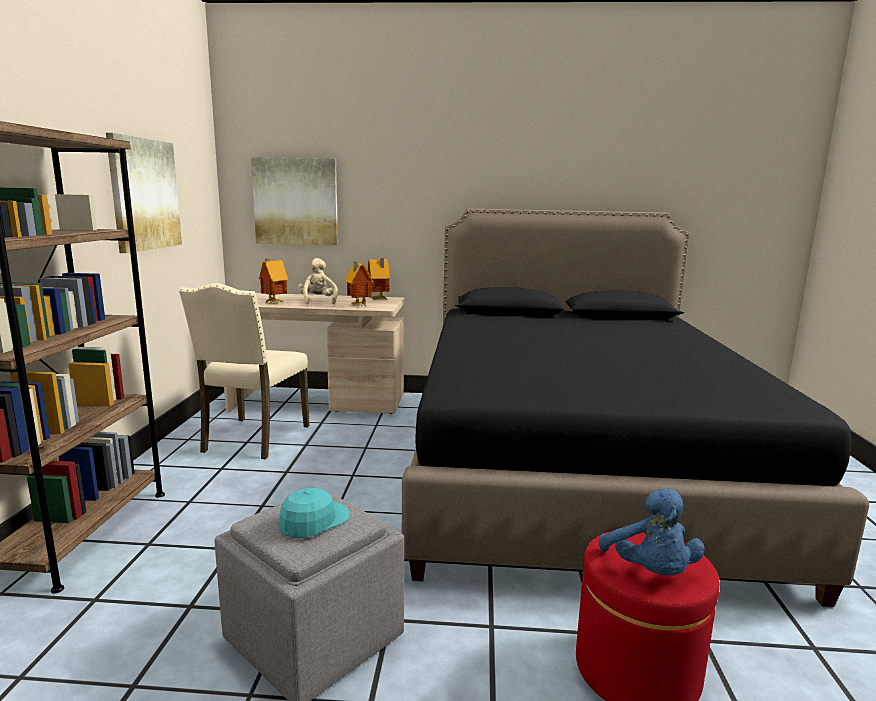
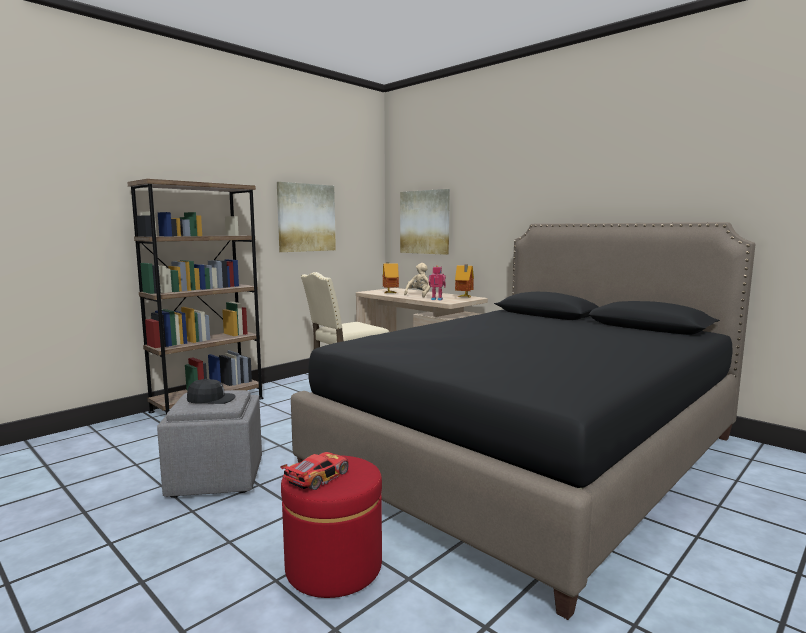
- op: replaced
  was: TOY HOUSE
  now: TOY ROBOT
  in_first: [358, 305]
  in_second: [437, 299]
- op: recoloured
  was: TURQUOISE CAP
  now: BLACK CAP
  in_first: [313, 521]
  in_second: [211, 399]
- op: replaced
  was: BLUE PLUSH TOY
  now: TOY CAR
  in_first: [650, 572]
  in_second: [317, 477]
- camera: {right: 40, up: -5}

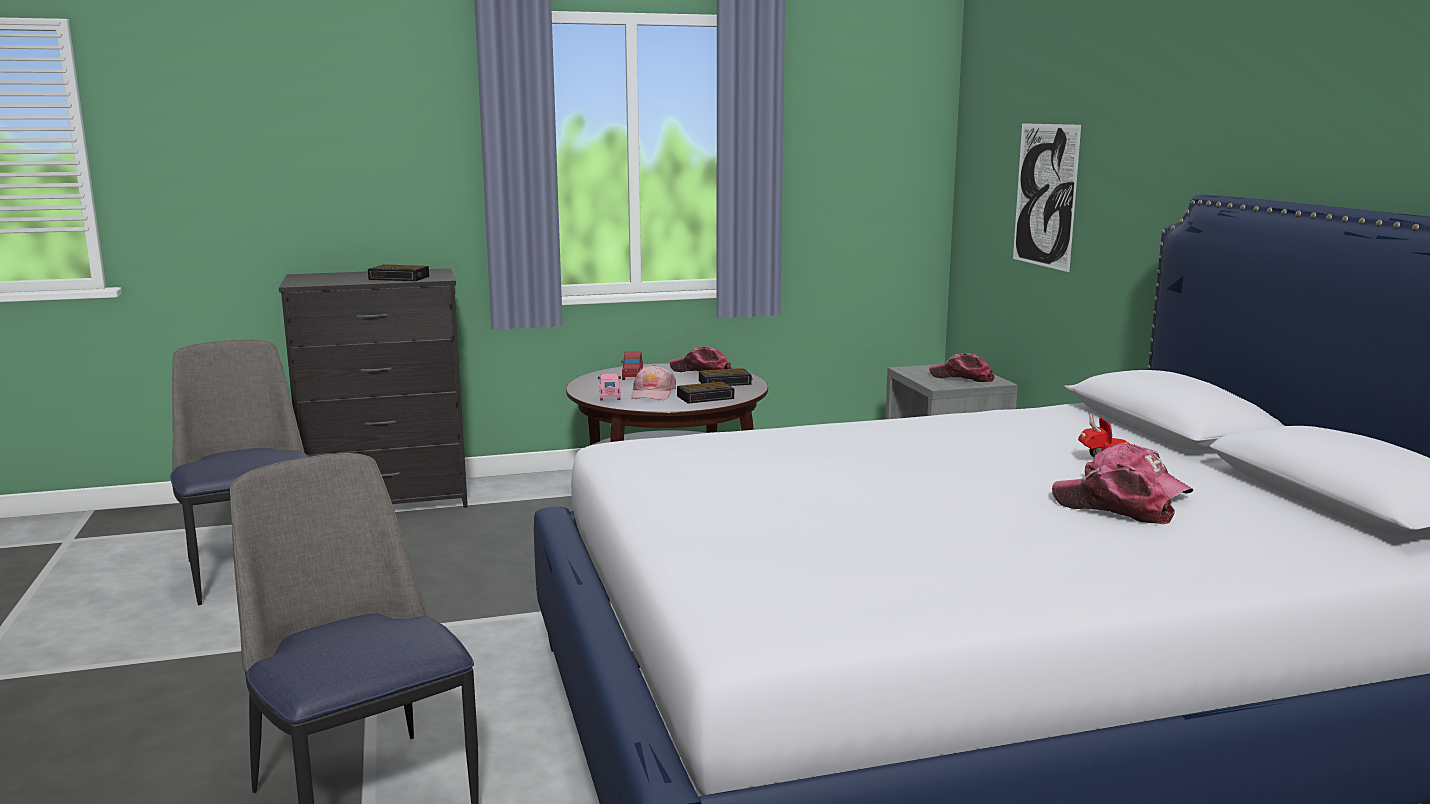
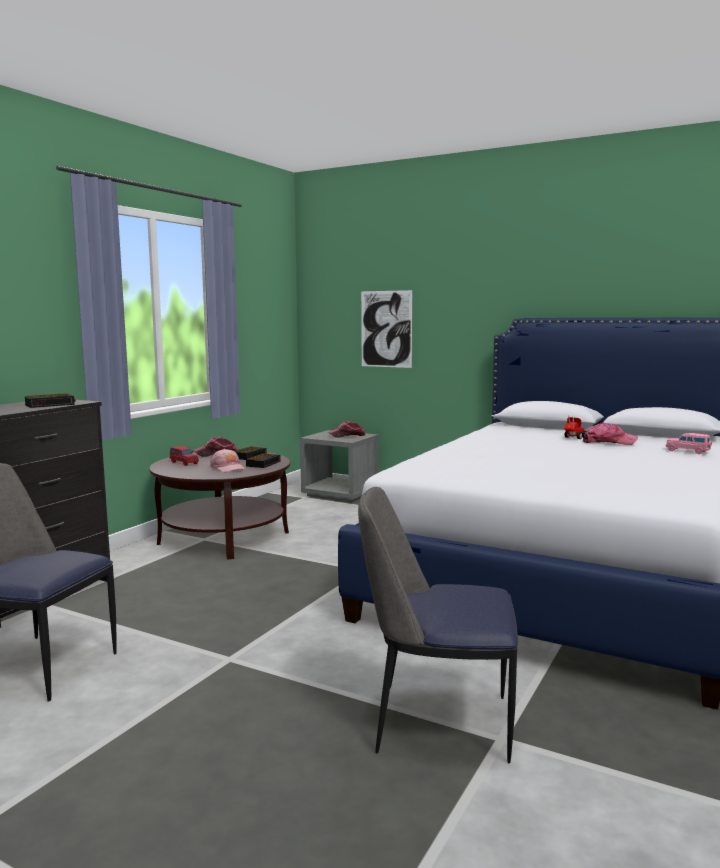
- op: moved
  was: PINK TOY CAR
  in_first: [609, 396]
  in_second: [688, 451]
- op: removed
  was: CAP
  in_first: [1112, 508]
- camera: {right: -45, up: -5}

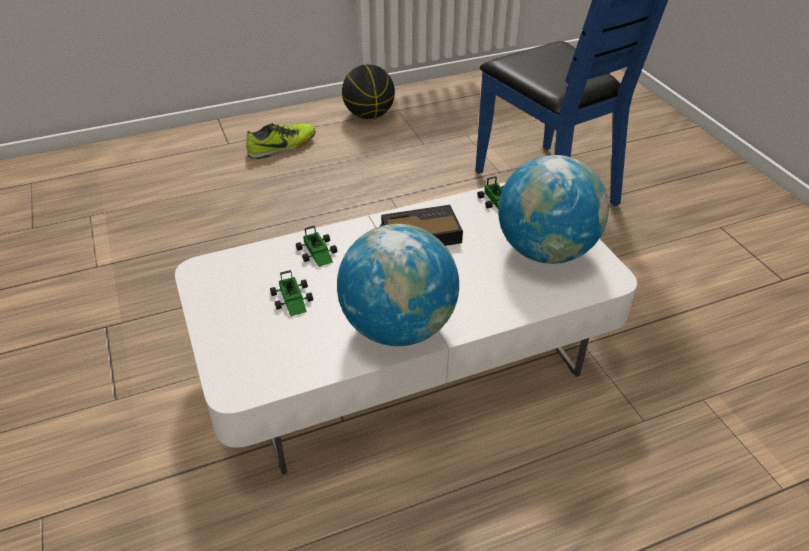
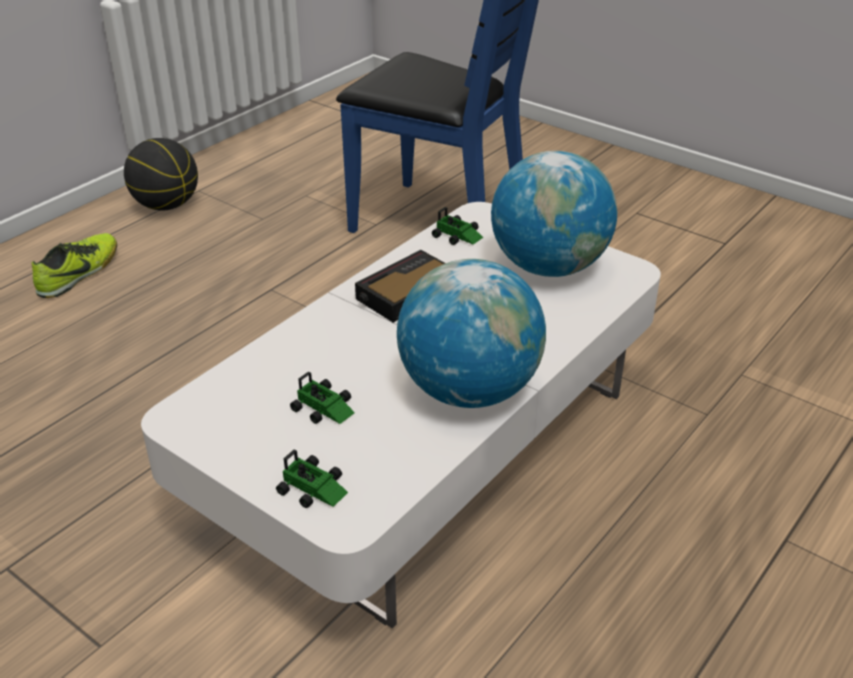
- op: moved
  was: TOY CAR
  in_first: [318, 253]
  in_second: [315, 488]
- camera: {right: -30, up: -5}

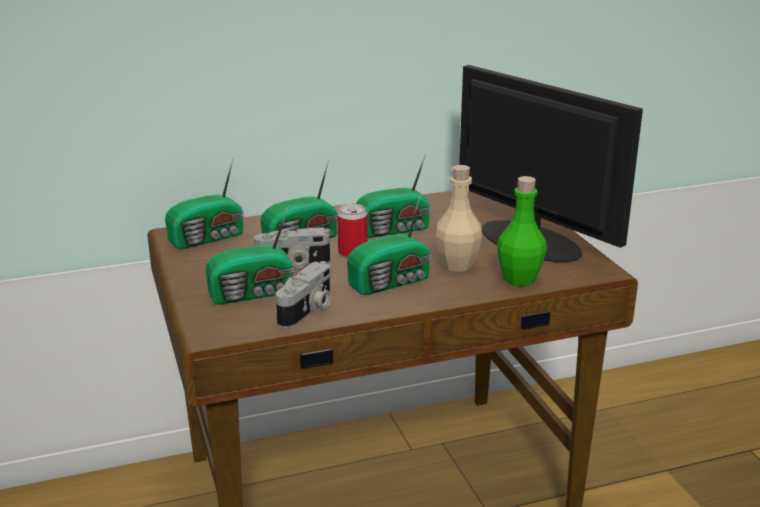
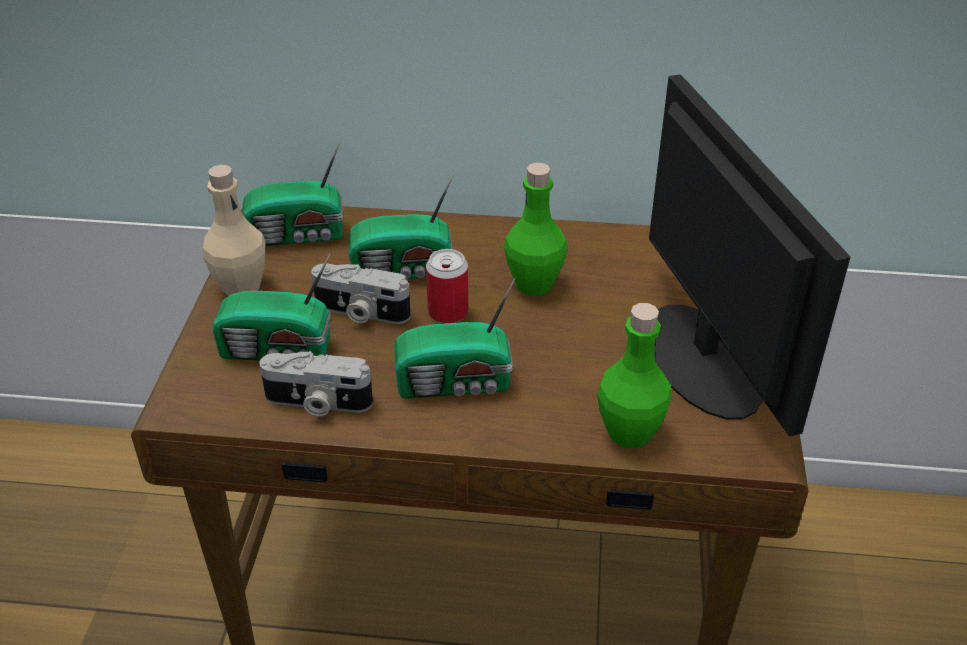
- op: replaced
  was: RADIO
  now: GREEN BOTTLE
  in_first: [395, 230]
  in_second: [534, 284]
- op: moved
  was: BEIGE BOTTLE
  in_first: [457, 265]
  in_second: [241, 286]
- op: turned
  was: PHOTO CAMERA
  in_first: [308, 311]
  in_second: [317, 403]
  clockwise: 45
- camera: {right: 25, up: 15}

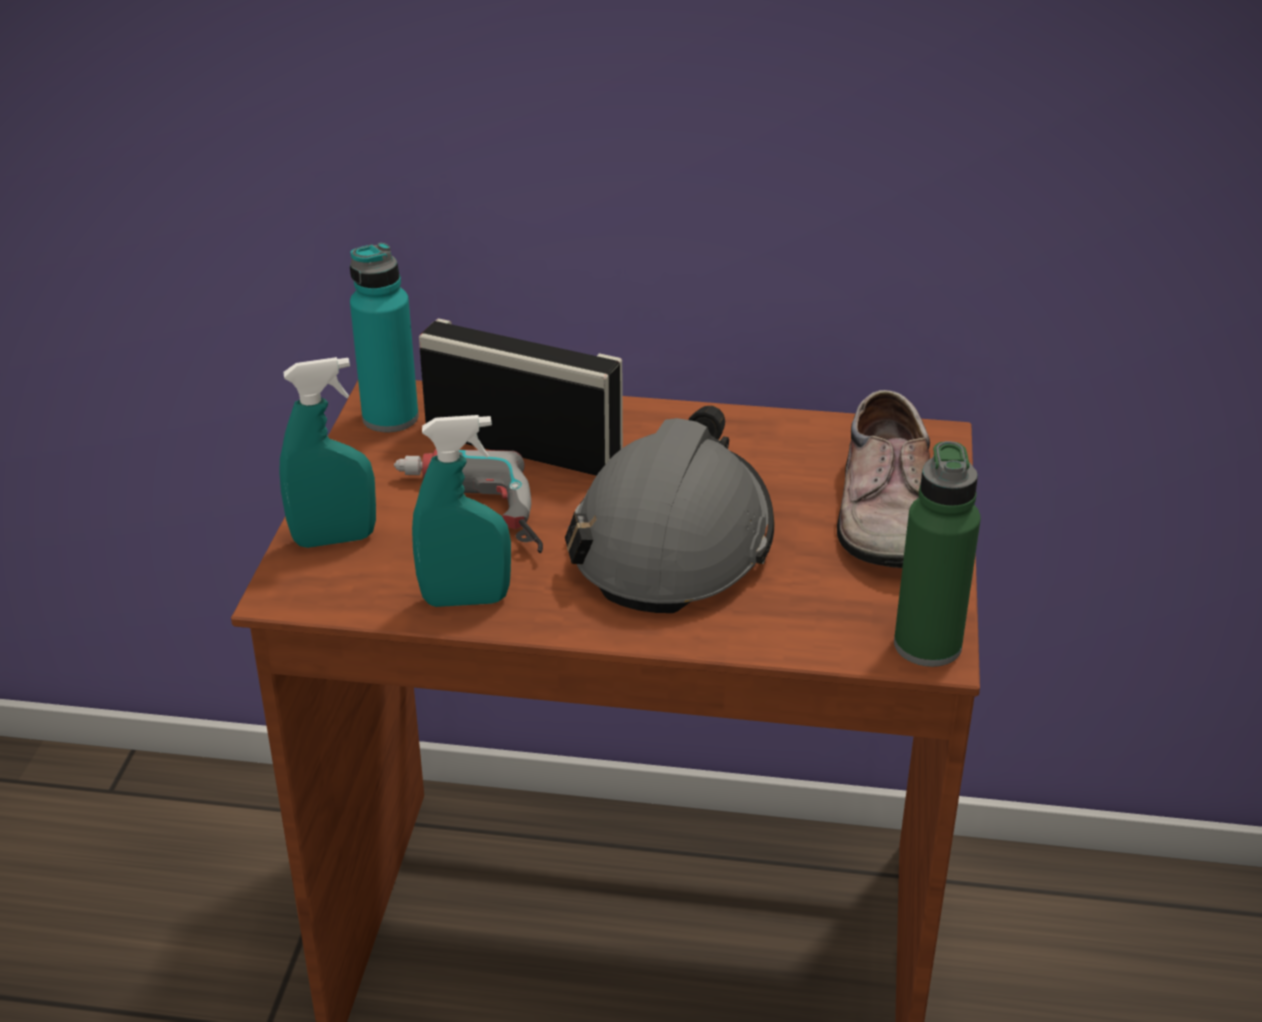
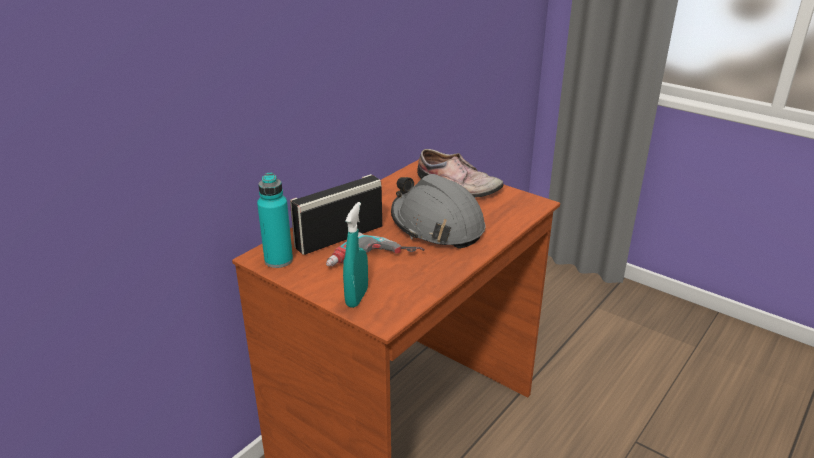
- op: removed
  was: TURQUOISE SPRAY BOTTLE
  in_first: [465, 600]
- op: removed
  was: GREEN BOTTLE
  in_first: [927, 645]
- camera: {right: -60, up: -5}

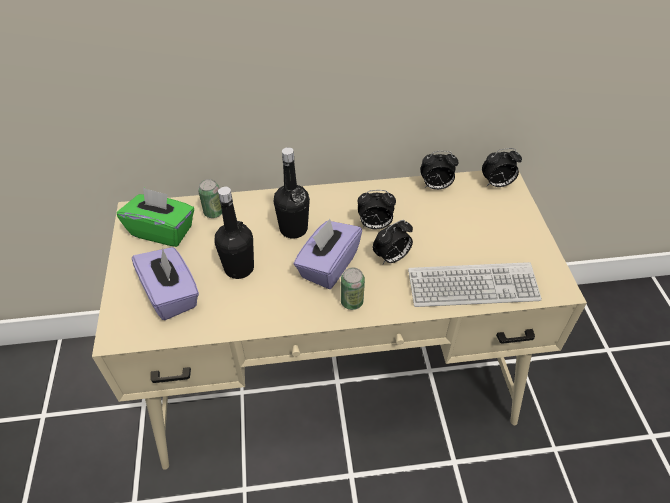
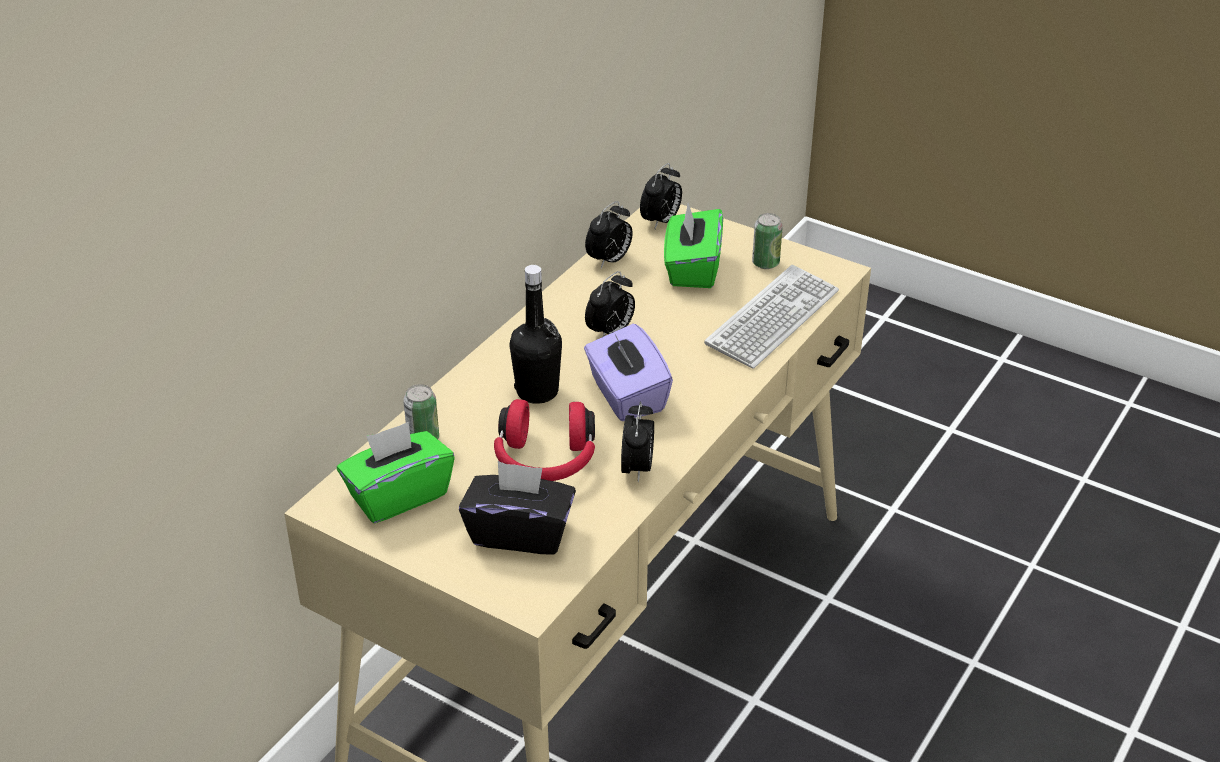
- op: replaced
  was: BLACK BOTTLE
  now: RED HEADPHONES
  in_first: [239, 268]
  in_second: [545, 461]
- op: moved
  was: ALARM CLOCK
  in_first: [391, 258]
  in_second: [637, 469]
- op: recoloured
  was: PURPLE TISSUE BOX
  now: BLACK TISSUE BOX
  in_first: [171, 295]
  in_second: [520, 533]
- op: moved
  was: CAN
  in_first: [352, 302]
  in_second: [765, 263]
- op: added
  now: GREEN TISSUE BOX
  in_second: [692, 269]
- camera: {right: -50, up: -10}

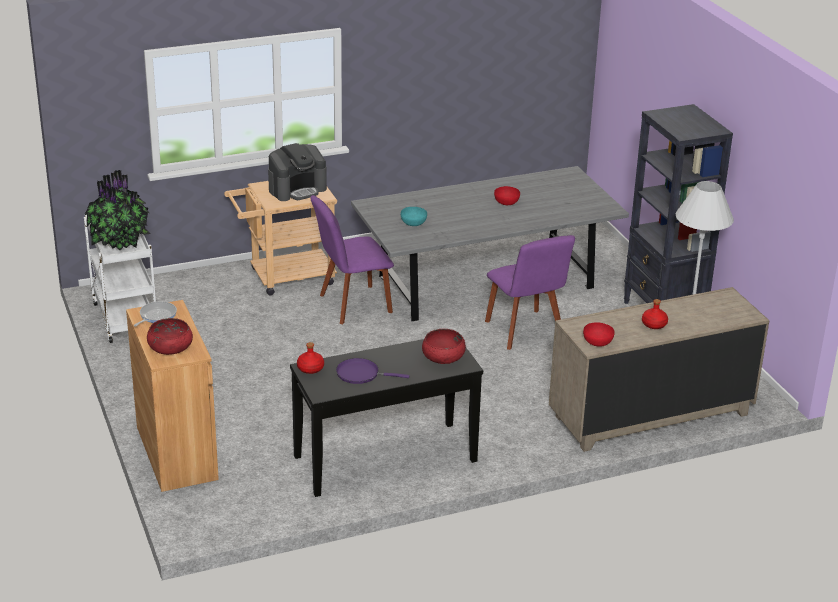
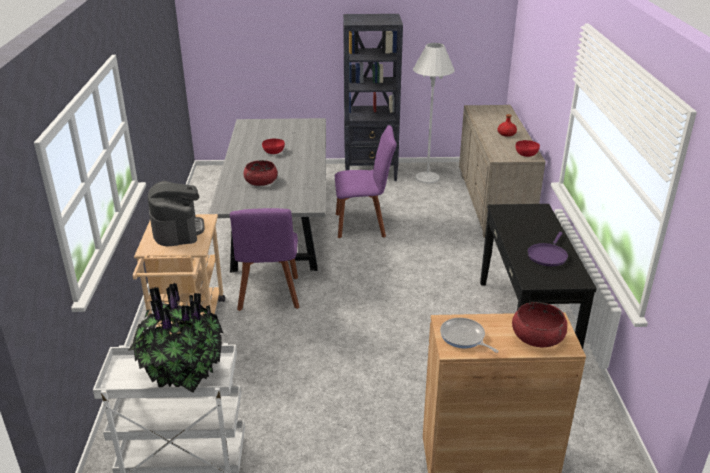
- op: removed
  was: TURQUOISE BOWL
  in_first: [413, 223]
- op: moved
  was: RED BOWL
  in_first: [443, 356]
  in_second: [261, 181]
- op: removed
  was: RED BOTTLE
  in_first: [310, 369]
- camera: {right: -70, up: 0}

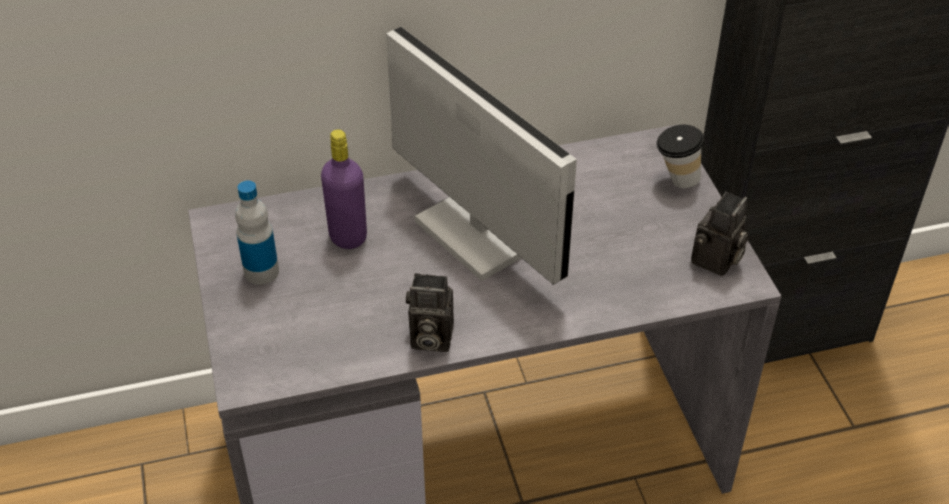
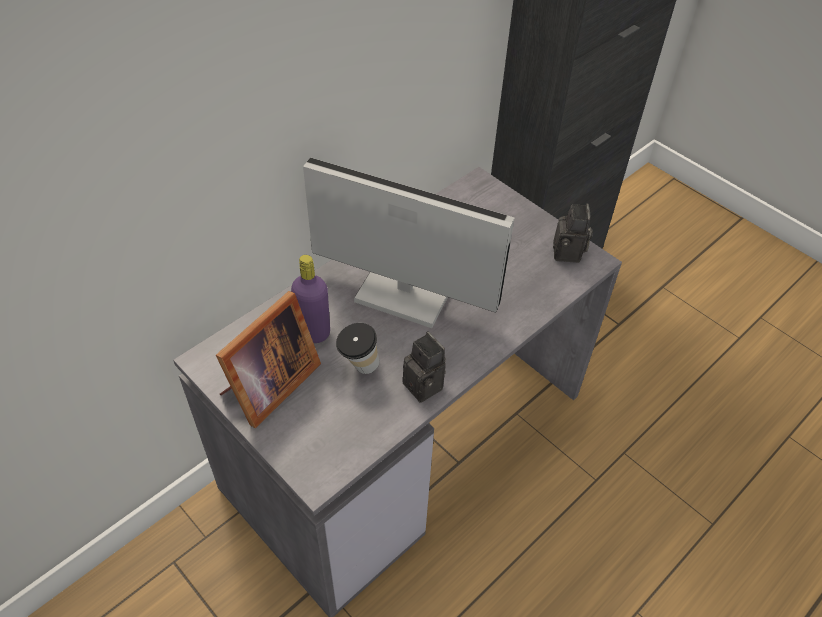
- op: moved
  was: CUP
  in_first: [675, 180]
  in_second: [359, 367]
- op: replaced
  was: BOTTLE
  now: PICTURE FRAME
  in_first: [261, 272]
  in_second: [268, 386]
- op: turned
  was: PHOTO CAMERA
  in_first: [429, 338]
  in_second: [426, 386]
  clockwise: -105
- camera: {right: -30, up: 5}

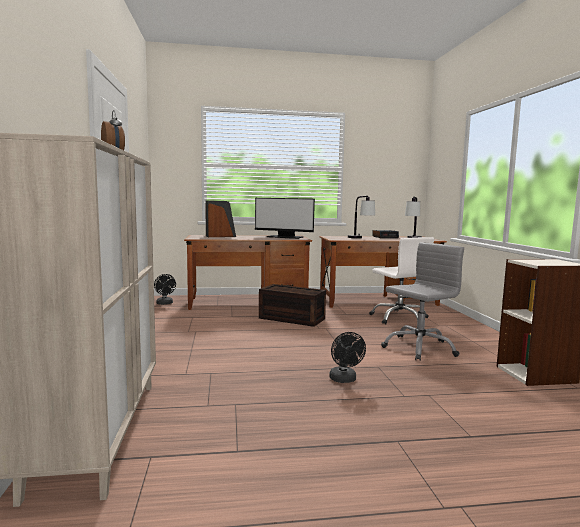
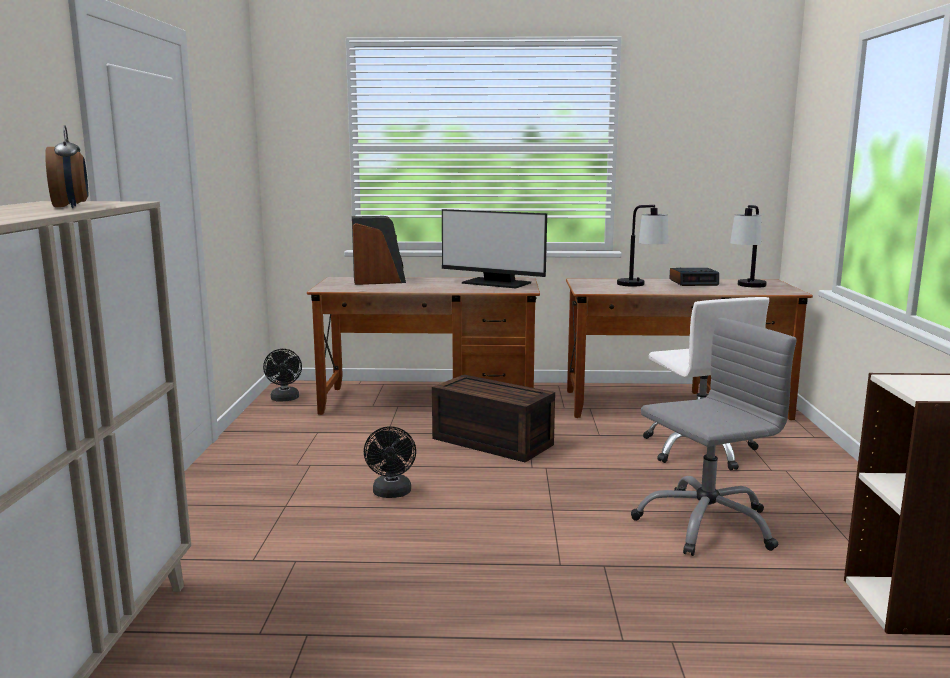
- op: moved
  was: BLACK FAN
  in_first: [344, 380]
  in_second: [392, 494]
- camera: {right: 10, up: 5}

